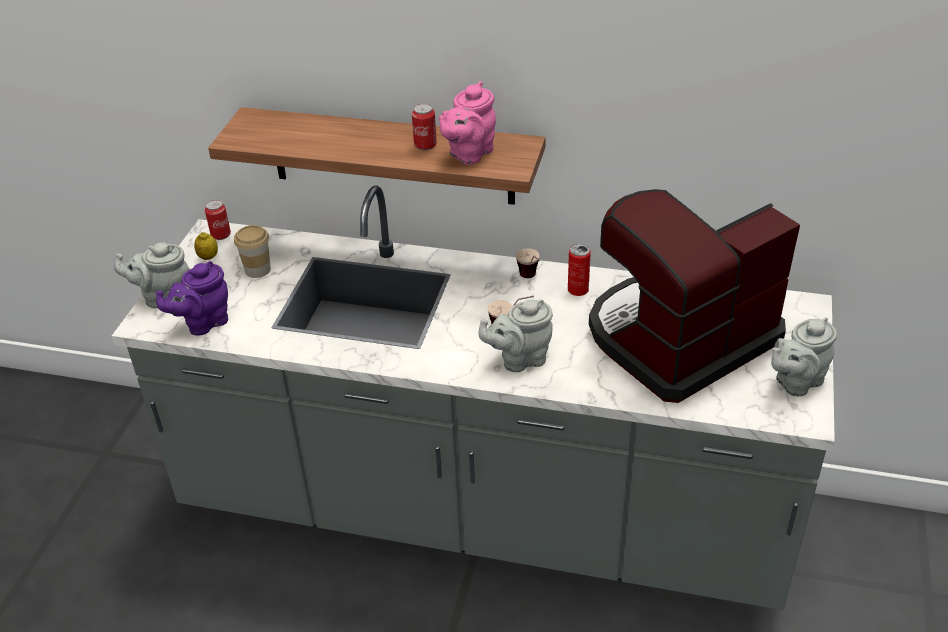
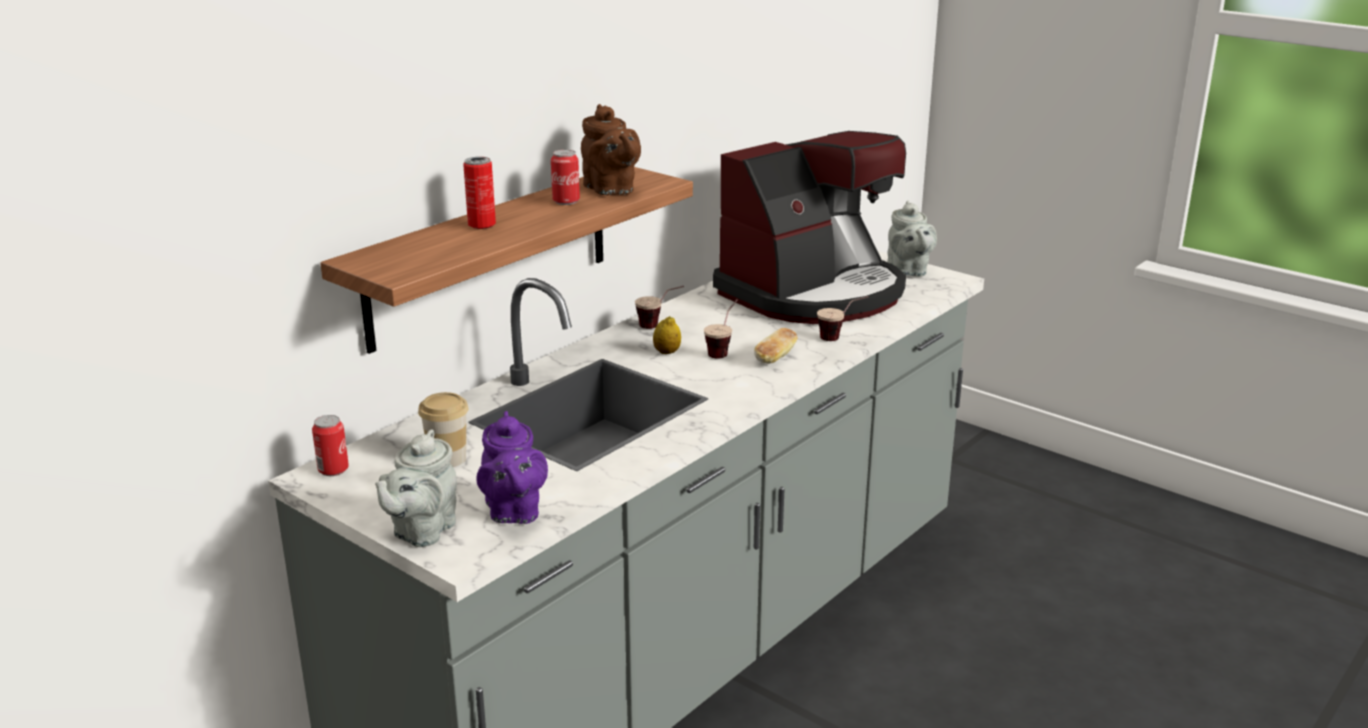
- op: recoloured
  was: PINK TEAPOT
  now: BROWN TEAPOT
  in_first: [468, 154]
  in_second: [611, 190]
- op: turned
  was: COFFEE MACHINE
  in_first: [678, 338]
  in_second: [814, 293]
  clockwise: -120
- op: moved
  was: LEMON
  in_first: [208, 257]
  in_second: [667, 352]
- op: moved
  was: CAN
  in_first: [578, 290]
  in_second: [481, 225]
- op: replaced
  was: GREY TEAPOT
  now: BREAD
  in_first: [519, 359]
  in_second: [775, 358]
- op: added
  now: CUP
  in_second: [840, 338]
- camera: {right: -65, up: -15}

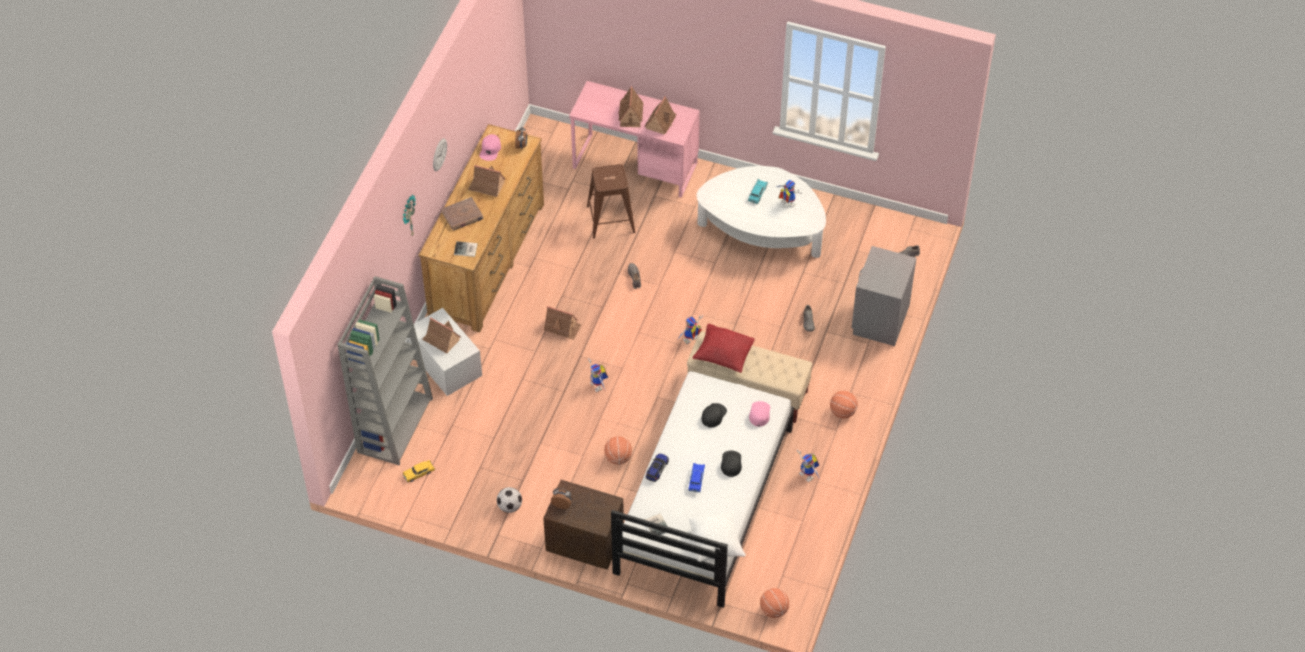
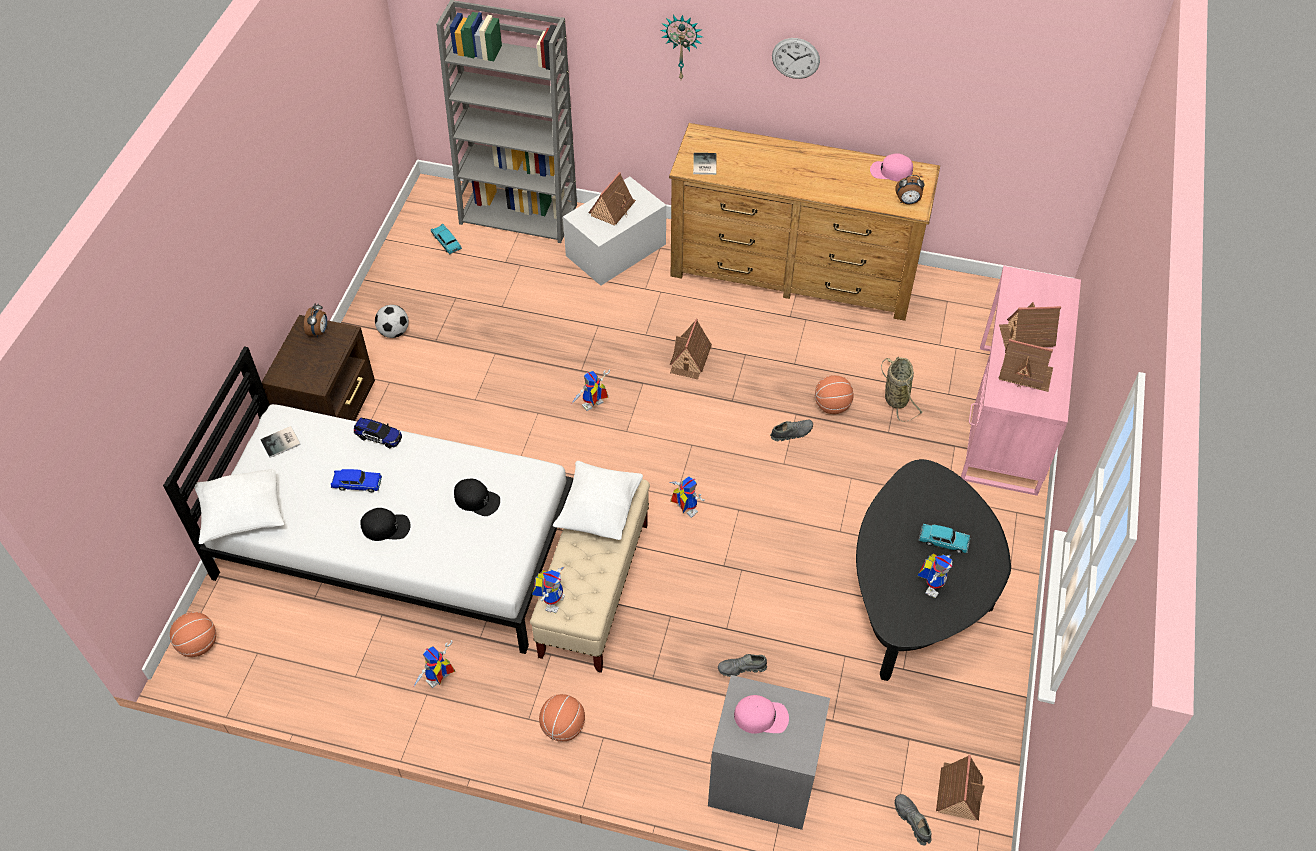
- op: replaced
  was: BROWN STOOL
  now: BASKET
  in_first: [611, 219]
  in_second: [895, 397]
- op: moved
  was: TOY HOUSE
  in_first: [487, 186]
  in_second: [958, 792]
- op: recoloured
  was: WHITE COFFEE TABLE
  now: BLACK COFFEE TABLE
  in_first: [762, 231]
  in_second: [917, 592]
- op: removed
  was: BROWN BOOK
  in_first: [462, 216]
- op: recoloured
  was: RED PILLOW
  now: WHITE PILLOW
  in_first: [723, 355]
  in_second: [599, 511]
- op: moved
  was: PINK CAP
  in_first: [759, 414]
  in_second: [761, 716]
- op: moved
  was: BASKETBALL
  in_first: [618, 458]
  in_second: [831, 406]
- op: recoloured
  was: YELLOW TOY CAR
  now: TURQUOISE TOY CAR
  in_first: [419, 473]
  in_second: [446, 243]
- op: added
  now: TOY ROBOT
  in_second: [552, 599]
- camera: {right: 85, up: 0}

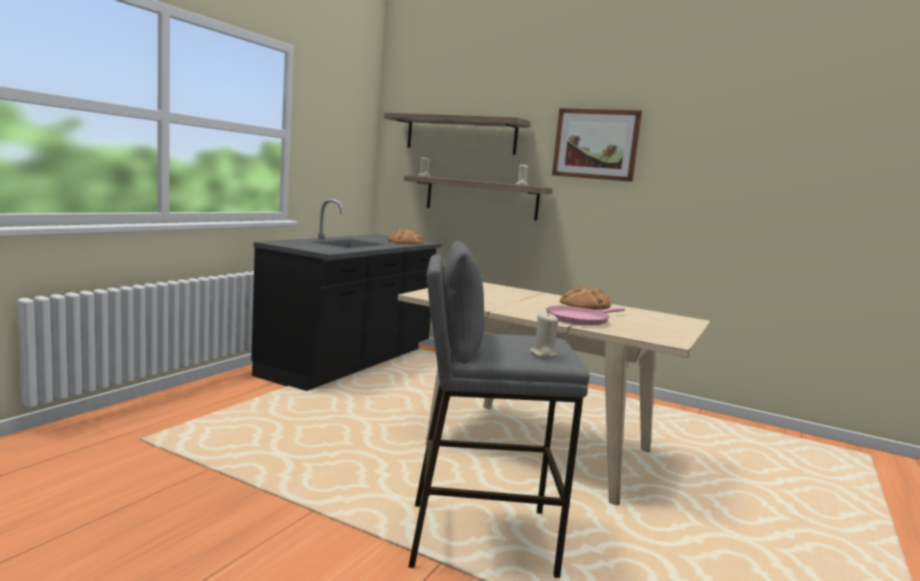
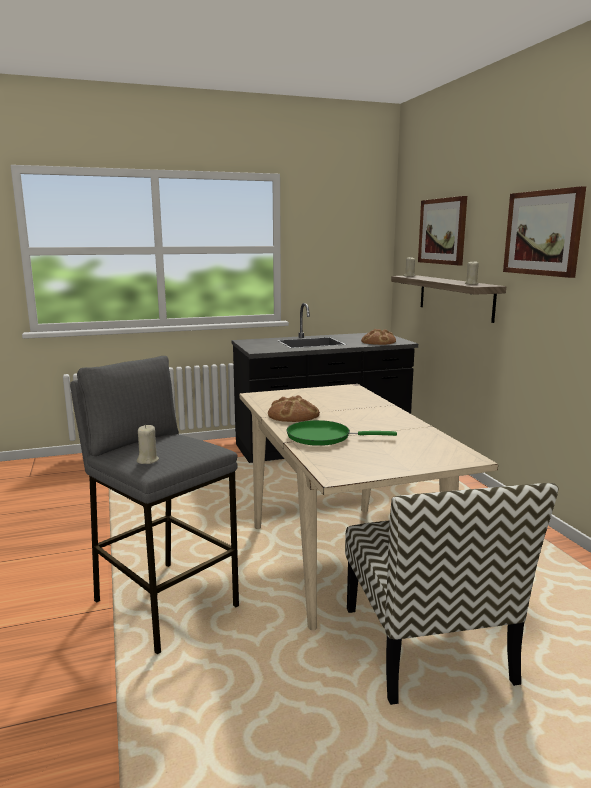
- op: replaced
  was: SHELF
  now: PICTURE
  in_first: [460, 134]
  in_second: [442, 231]
- op: moved
  was: BREAD
  in_first: [585, 304]
  in_second: [293, 415]
- op: recoloured
  was: PINK FRYING PAN
  now: GREEN FRYING PAN
  in_first: [580, 319]
  in_second: [323, 437]
- op: added
  now: CHAIR
  in_second: [428, 647]
- camera: {right: 45, up: 5}

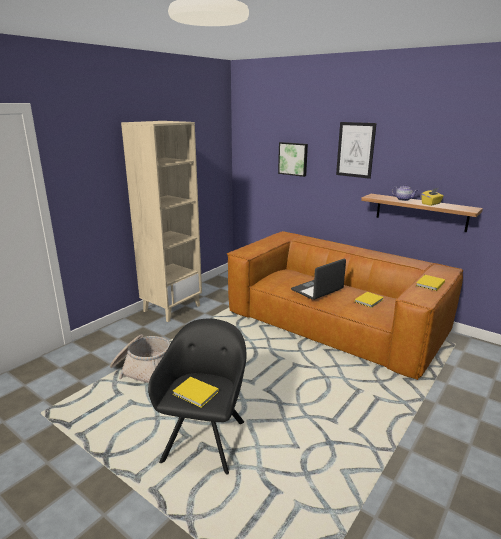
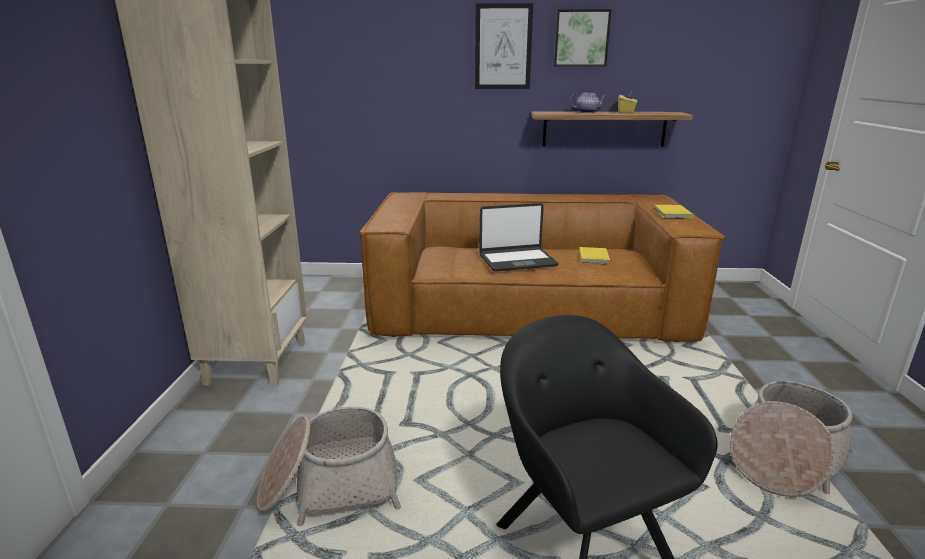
- op: moved
  was: PICTURE
  in_first: [293, 159]
  in_second: [581, 38]
- op: turned
  was: LAPTOP
  in_first: [317, 290]
  in_second: [517, 260]
  clockwise: -120
- op: removed
  was: YELLOW BOOK
  in_first: [196, 394]
- op: added
  now: BASKET
  in_second: [784, 458]
- camera: {right: -35, up: 0}

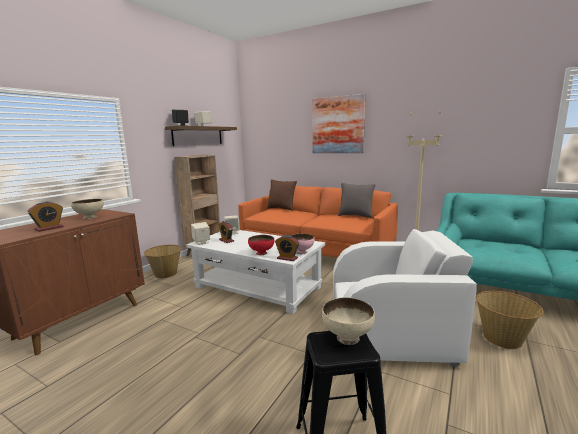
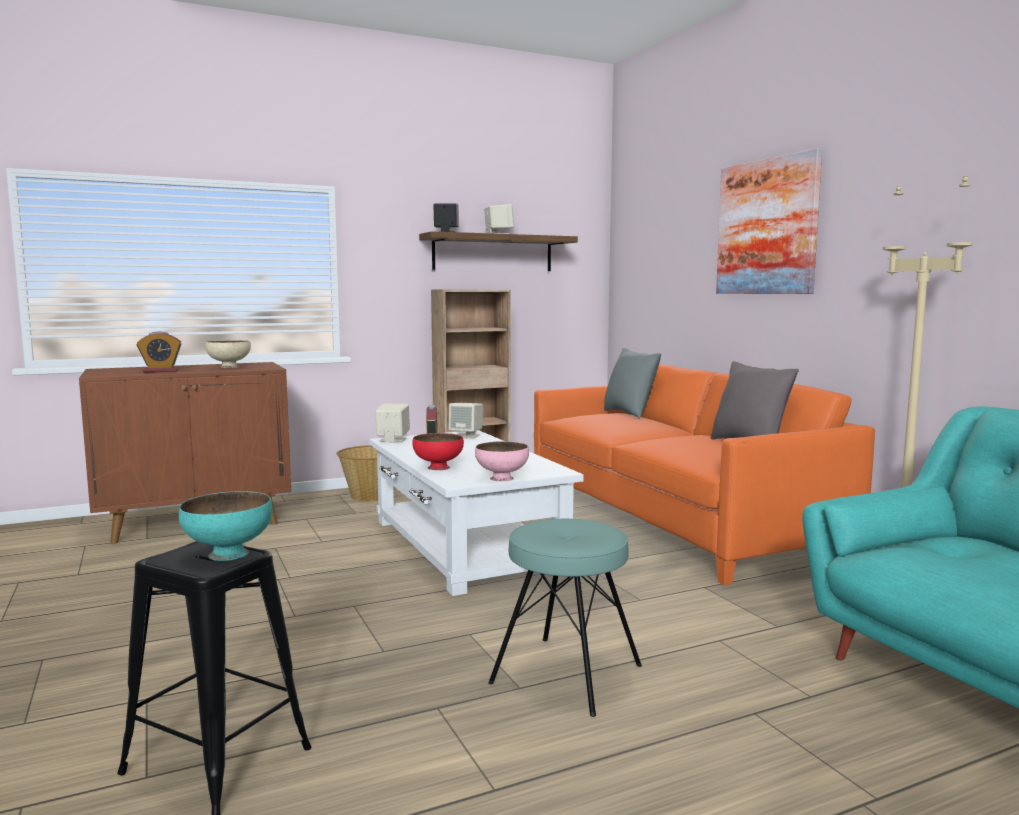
- op: recoloured
  was: BROWN PILLOW
  now: GREY PILLOW
  in_first: [281, 209]
  in_second: [630, 414]
- op: replaced
  was: WHITE ARMCHAIR
  now: TURQUOISE STOOL
  in_first: [390, 332]
  in_second: [566, 674]
- op: removed
  was: ALARM CLOCK
  in_first: [287, 258]
- op: removed
  was: BASKET
  in_first: [503, 338]
- op: recoloured
  was: BEIGE BOWL
  now: TURQUOISE BOWL
  in_first: [347, 337]
  in_second: [229, 554]
- camera: {right: 35, up: -5}

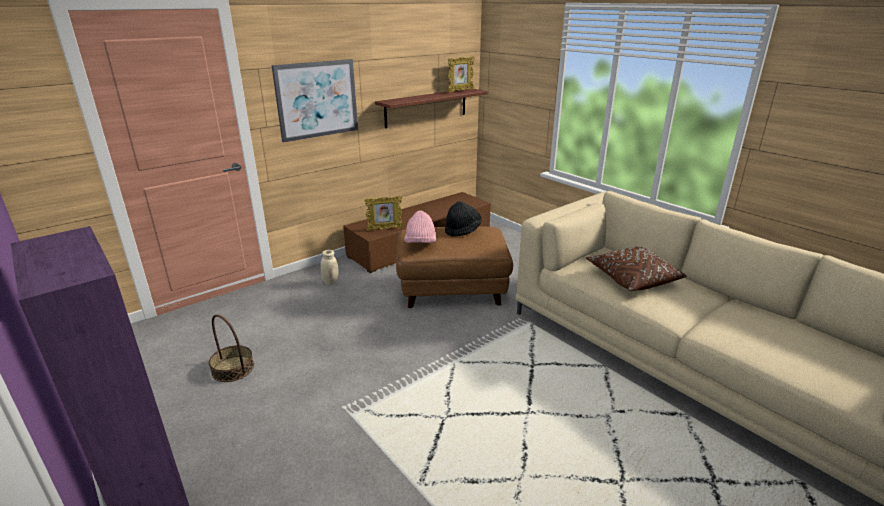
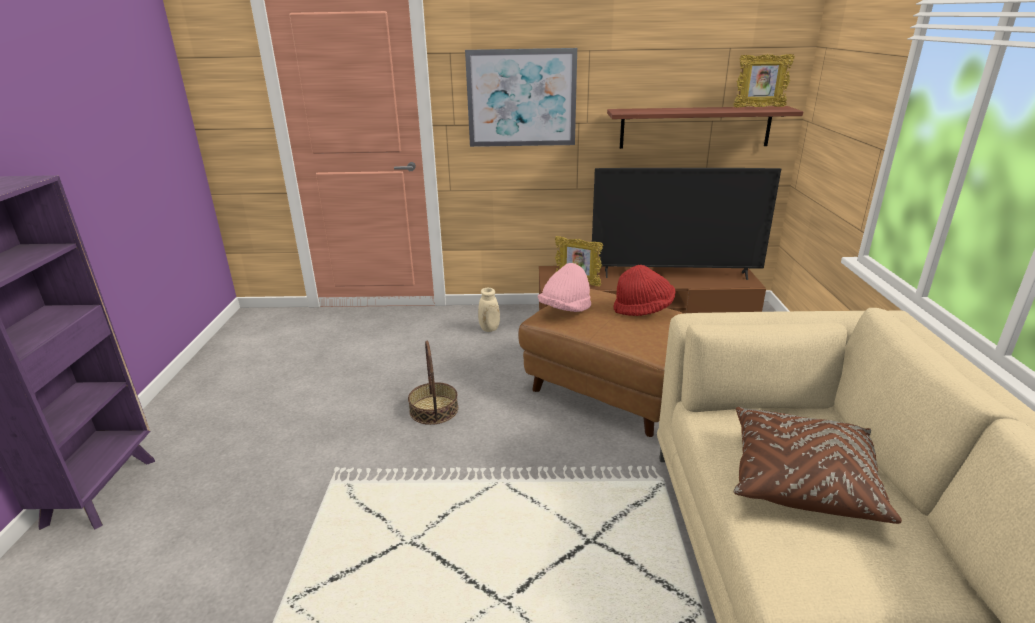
- op: recoloured
  was: BLACK HAT
  now: RED HAT
  in_first: [462, 230]
  in_second: [643, 309]
- op: moved
  was: BASKET
  in_first: [233, 368]
  in_second: [434, 410]
- op: added
  now: TELEVISION
  in_second: [674, 275]
- camera: {right: 40, up: 0}

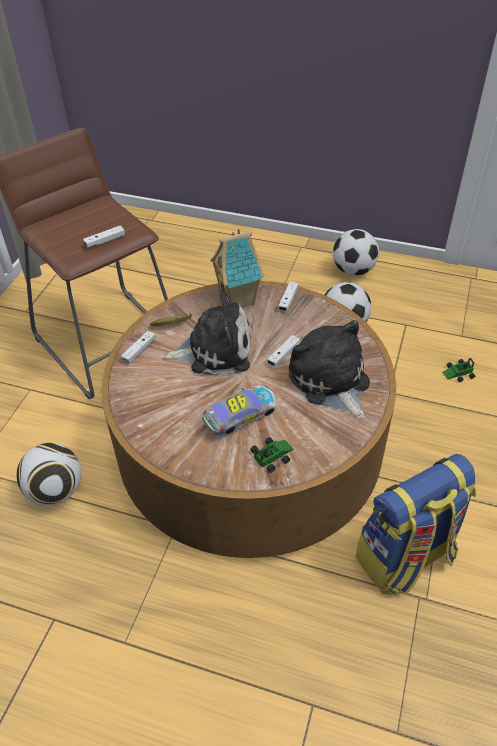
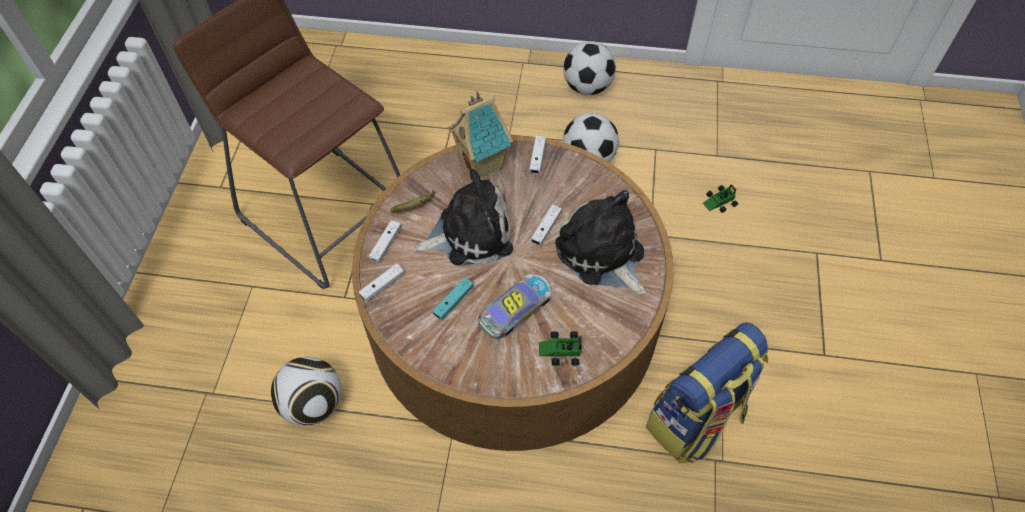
- op: moved
  was: WHITE GAME CONTROLLER
  in_first: [105, 241]
  in_second: [382, 286]
- op: turned
  was: TOY CAR
  in_first: [273, 454]
  in_second: [559, 350]
  clockwise: -135
- op: added
  now: TURQUOISE GAME CONTROLLER
  in_second: [453, 302]
- camera: {right: -10, up: 10}

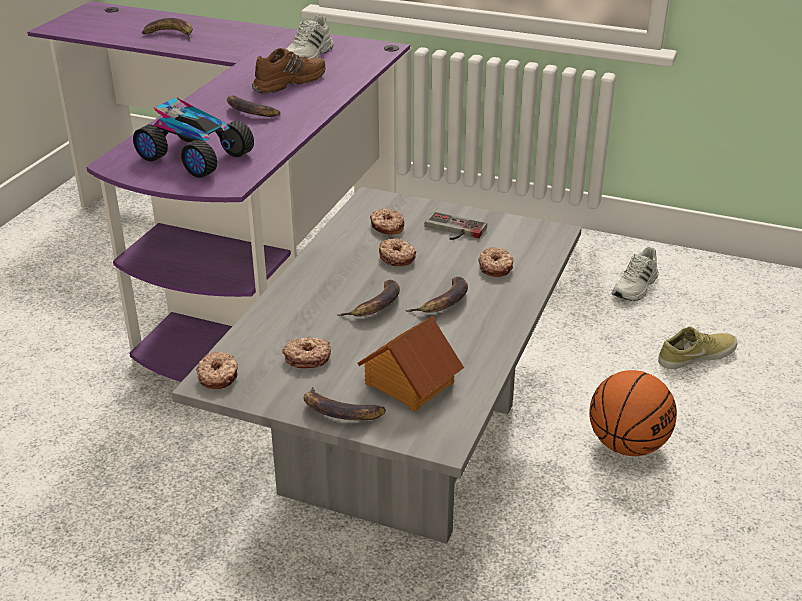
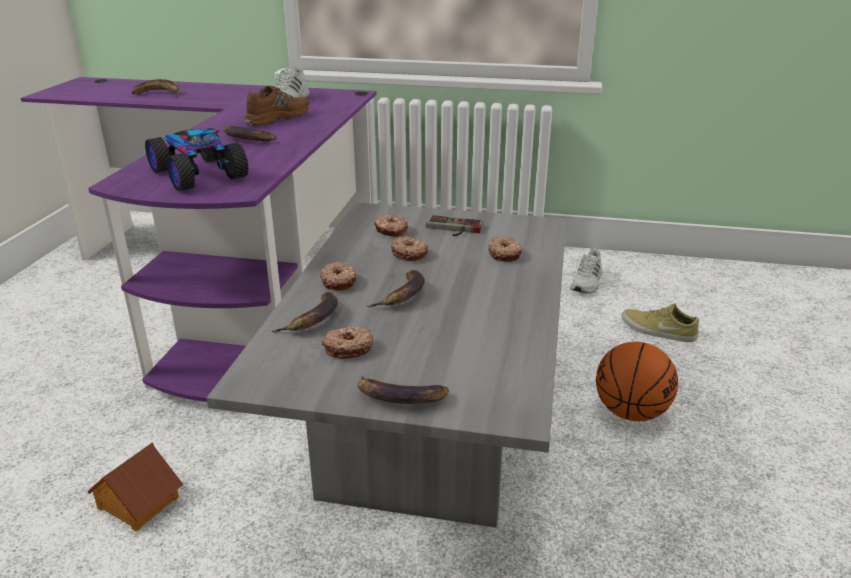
- op: turned
  was: TOY CAR
  in_first: [194, 157]
  in_second: [199, 174]
  clockwise: -150
- op: moved
  was: BANANA
  in_first: [443, 302]
  in_second: [313, 319]
- op: moved
  was: TOY HOUSE
  in_first: [408, 383]
  in_second: [137, 503]
- op: turned
  was: BEIGE SHOE
  in_first: [695, 355]
  in_second: [657, 331]
  clockwise: -120
- op: moved
  was: DONUT
  in_first: [219, 376]
  in_second: [339, 282]
- camera: {right: -10, up: -5}

